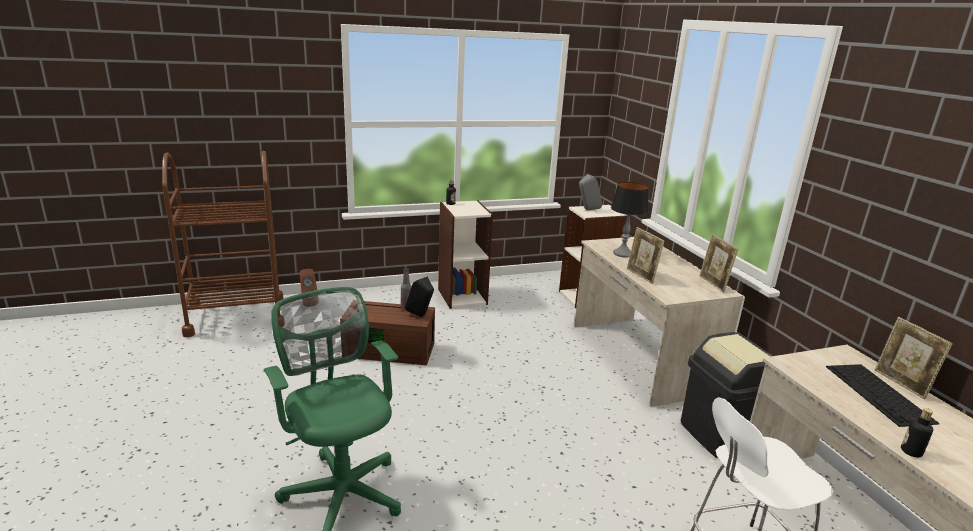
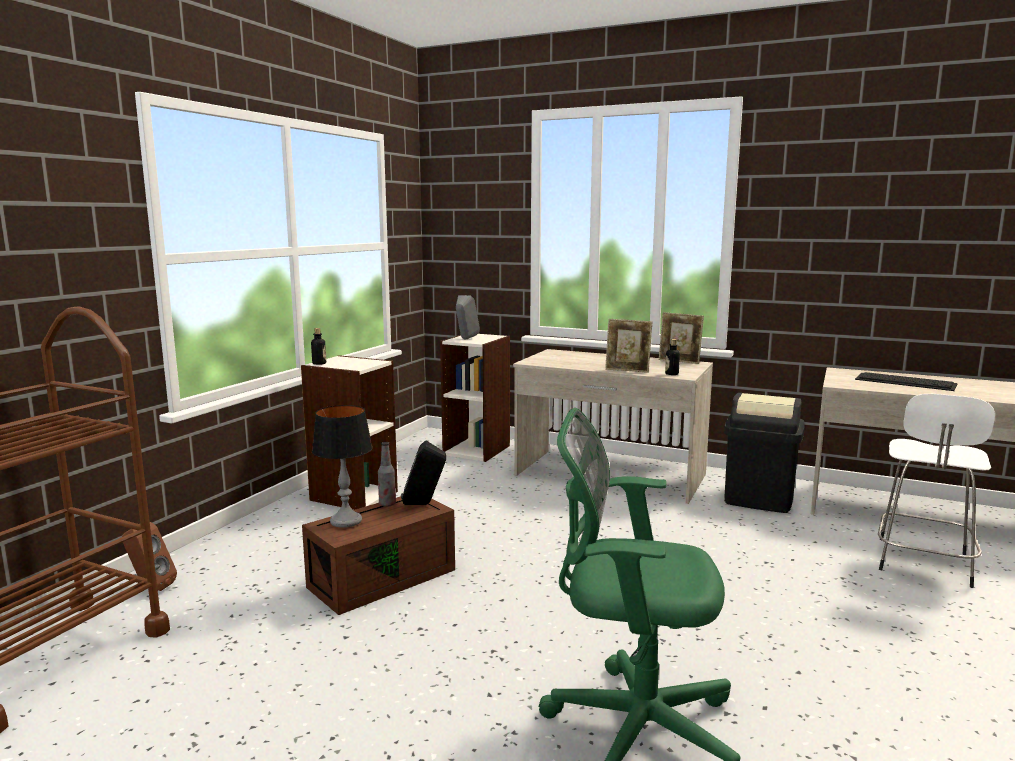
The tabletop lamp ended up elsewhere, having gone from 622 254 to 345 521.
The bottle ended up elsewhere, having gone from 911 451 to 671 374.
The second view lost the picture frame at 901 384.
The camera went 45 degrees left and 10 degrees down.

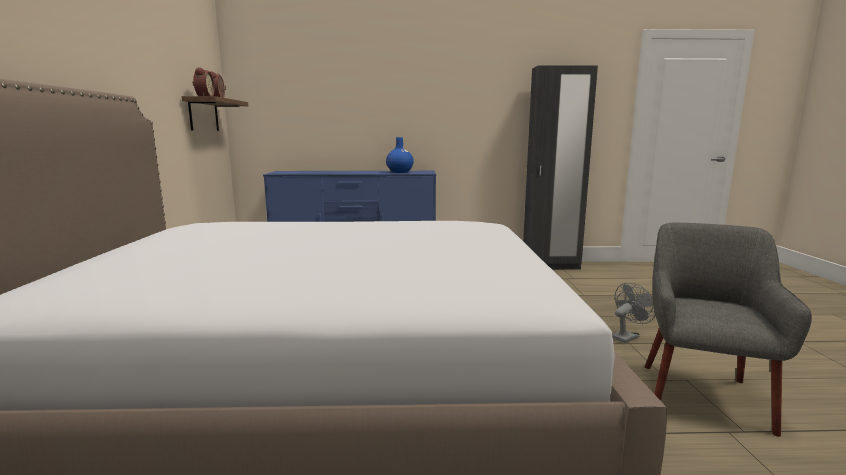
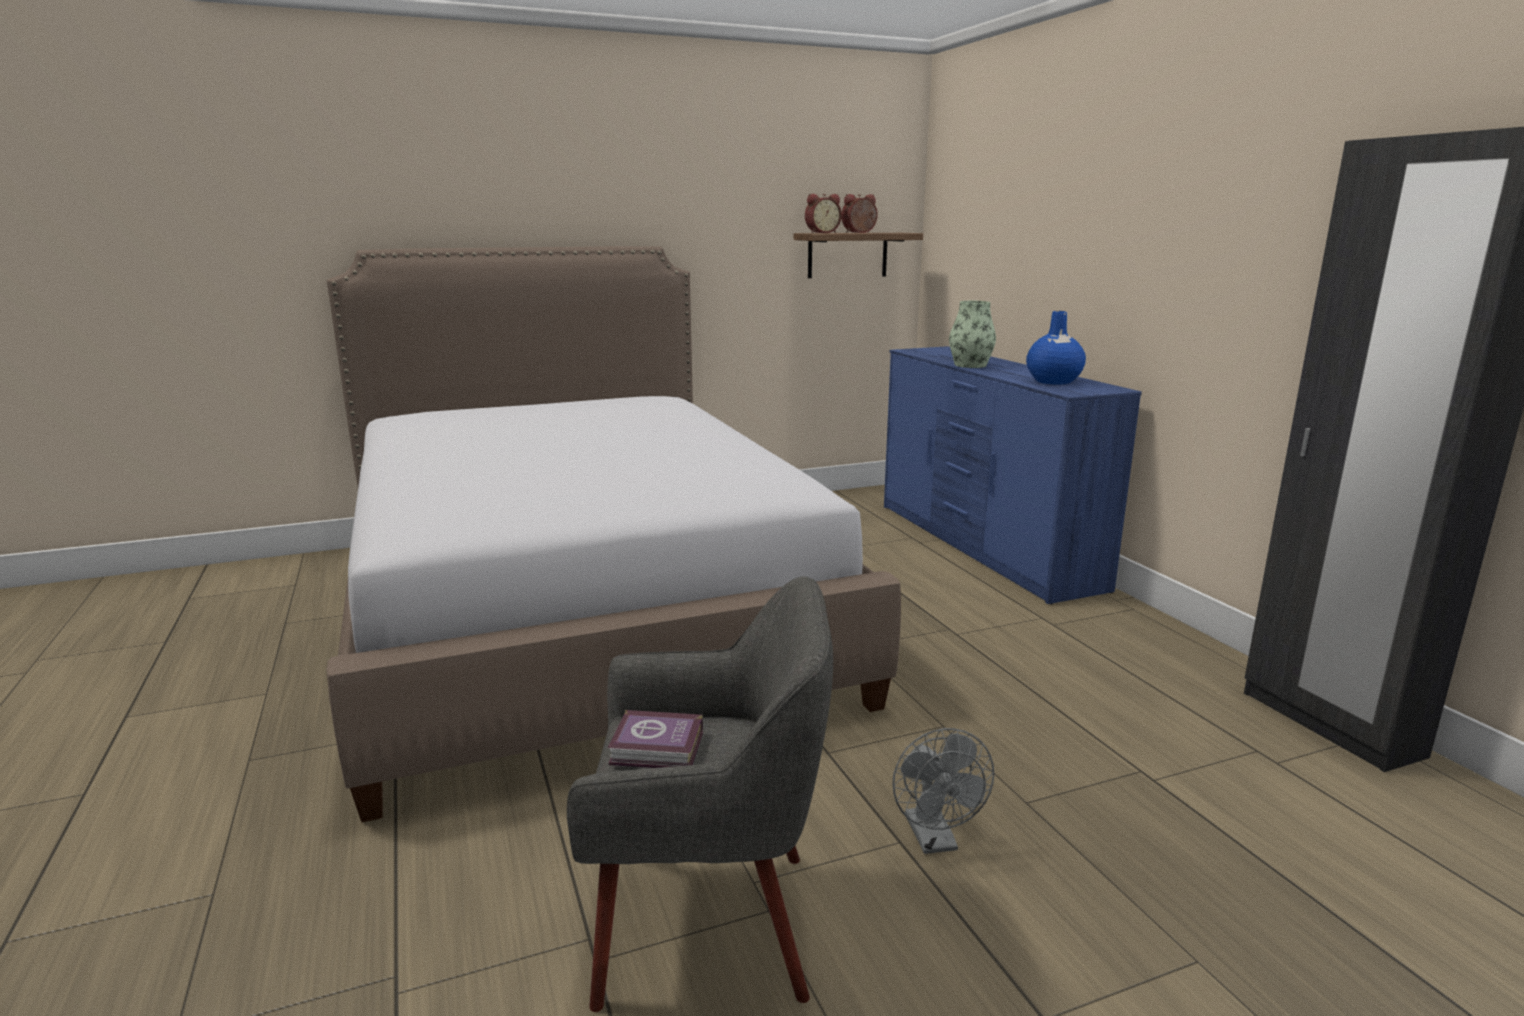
The second view gained the volume at 659 749.
The gray fan at 627 336 ended up facing another way, 45 degrees clockwise from before.
The second view gained the flower vase at 970 365.
The camera went 70 degrees right and 5 degrees up.

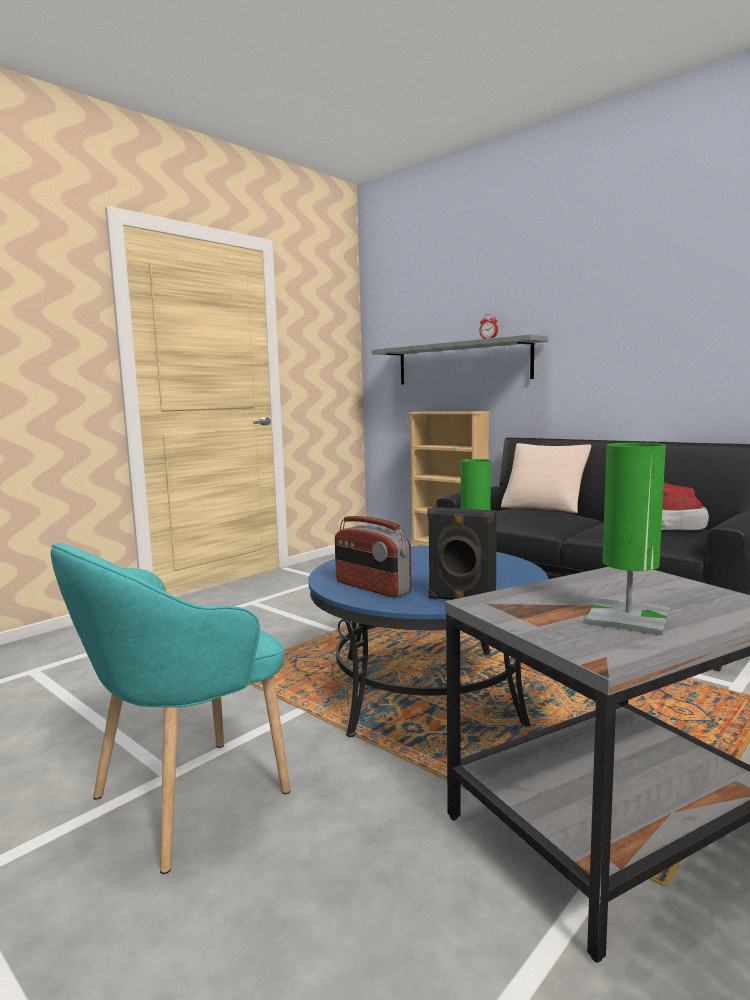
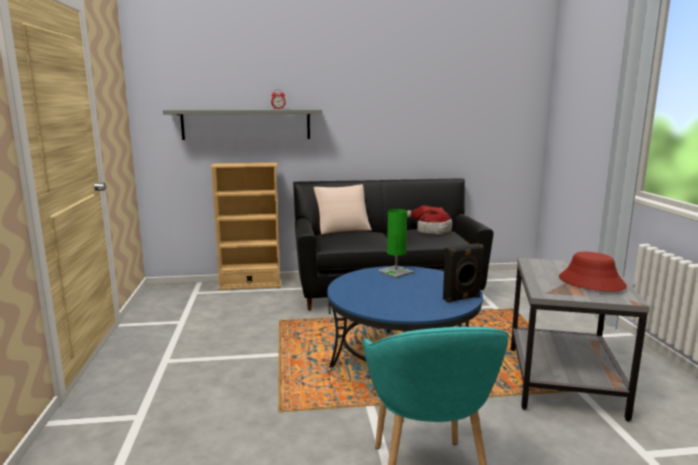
Where the green-coloured tabletop lamp stood at 628 618, the reddish hat came to stand at 591 282.
The second view lost the radio set at 372 588.
The camera went 50 degrees left and 5 degrees up.

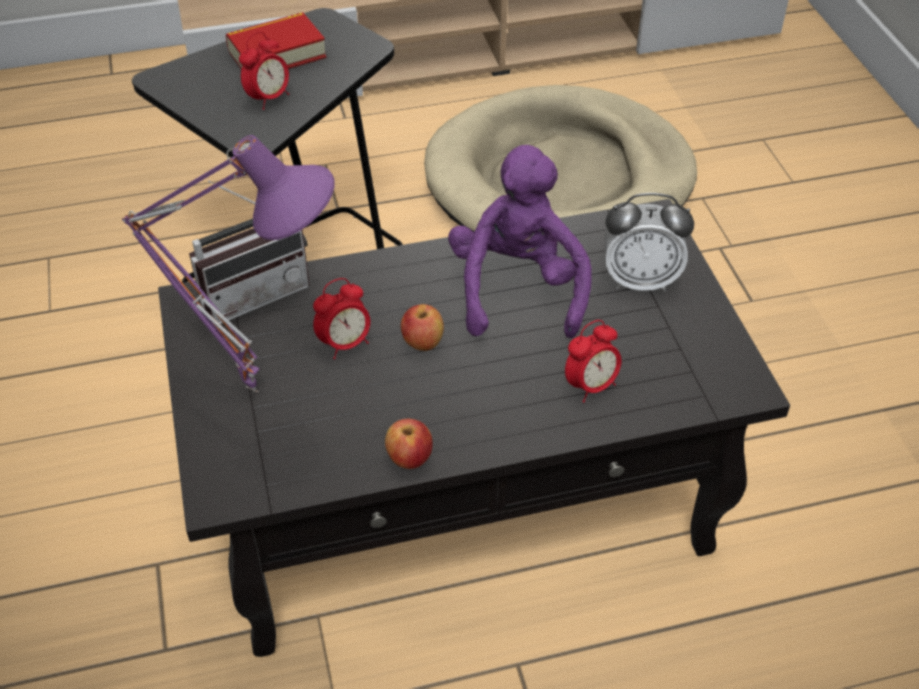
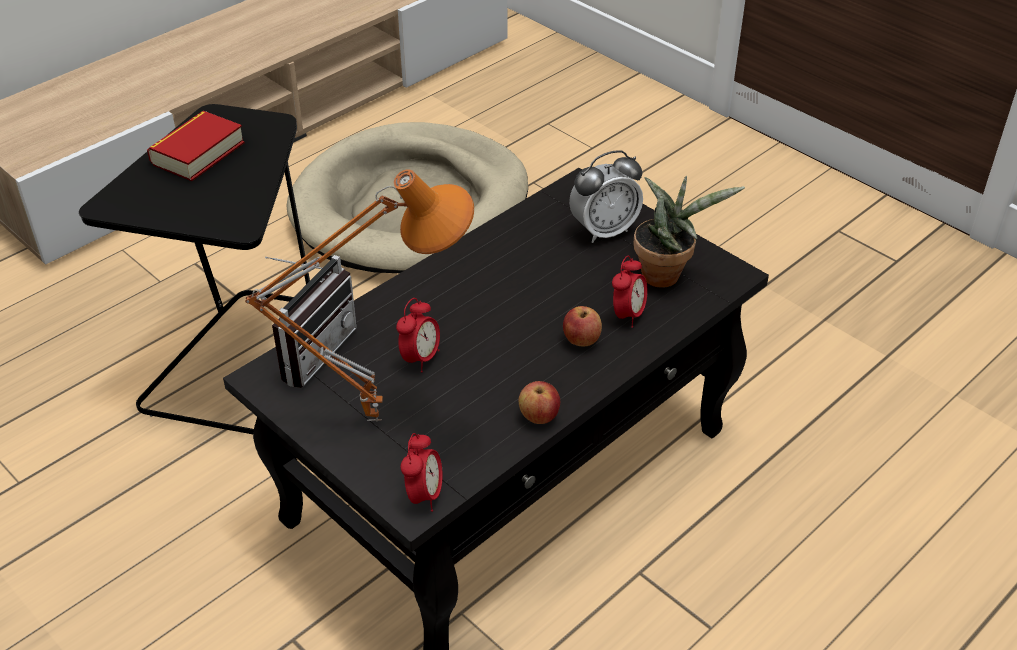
What was the purple-coloured tabletop lamp at 256 385 turned into the orange tabletop lamp at 374 416.
The bedside clock ended up elsewhere, having gone from 268 98 to 424 495.
The apple fruit ended up elsewhere, having gone from 422 342 to 581 341.
The second view gained the plant in a pot at 666 274.
The second view lost the purple-coloured cuddly toy at 517 289.
The camera went 30 degrees left and 5 degrees down.

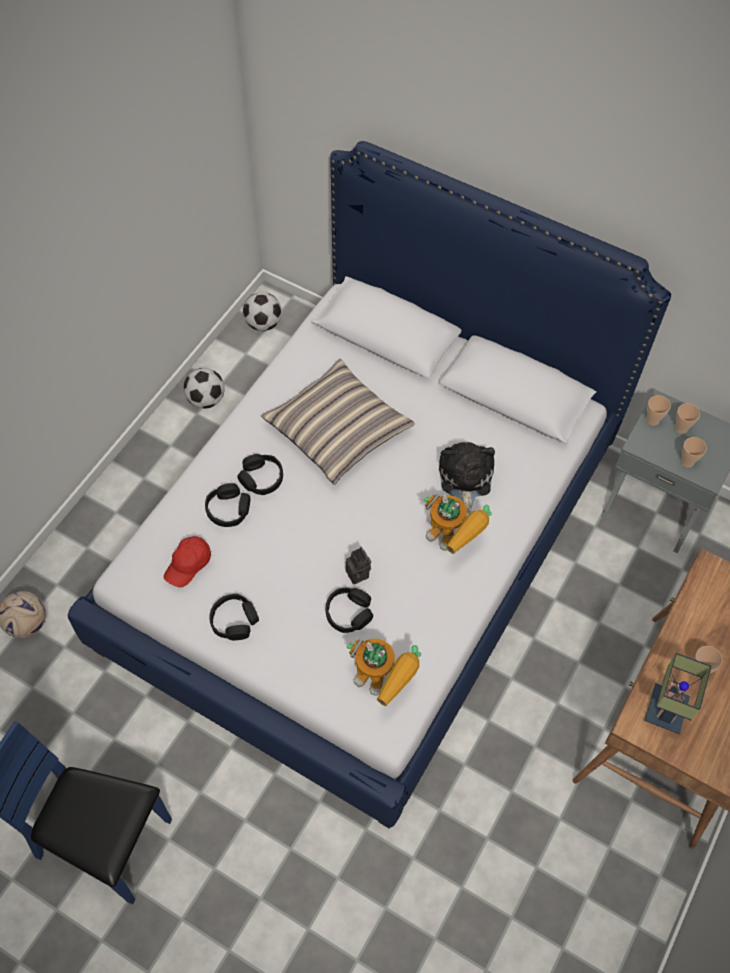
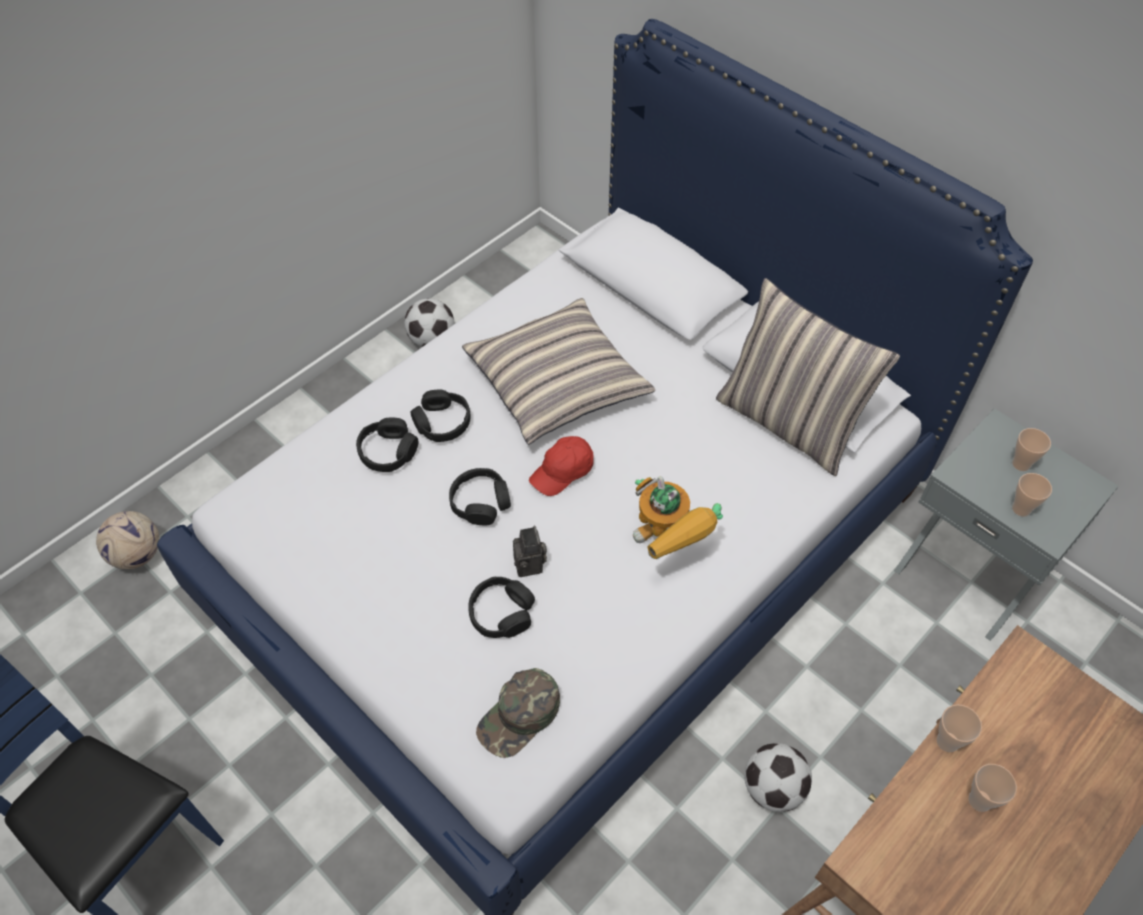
The black-coloured headset ended up elsewhere, having gone from 234 621 to 480 502.
Where the toy robot stood at 383 683, the green-coloured cap came to stand at 520 717.
The reddish cap ended up elsewhere, having gone from 189 564 to 563 472.
The second view gained the pillow at 789 422.
The ball for football ended up elsewhere, having gone from 263 323 to 772 788.
The cup ended up elsewhere, having gone from 652 420 to 947 741.
The second view lost the cuddly toy at 465 479.
The second view lost the tabletop lamp at 667 712.
The camera went 15 degrees right and 5 degrees down.

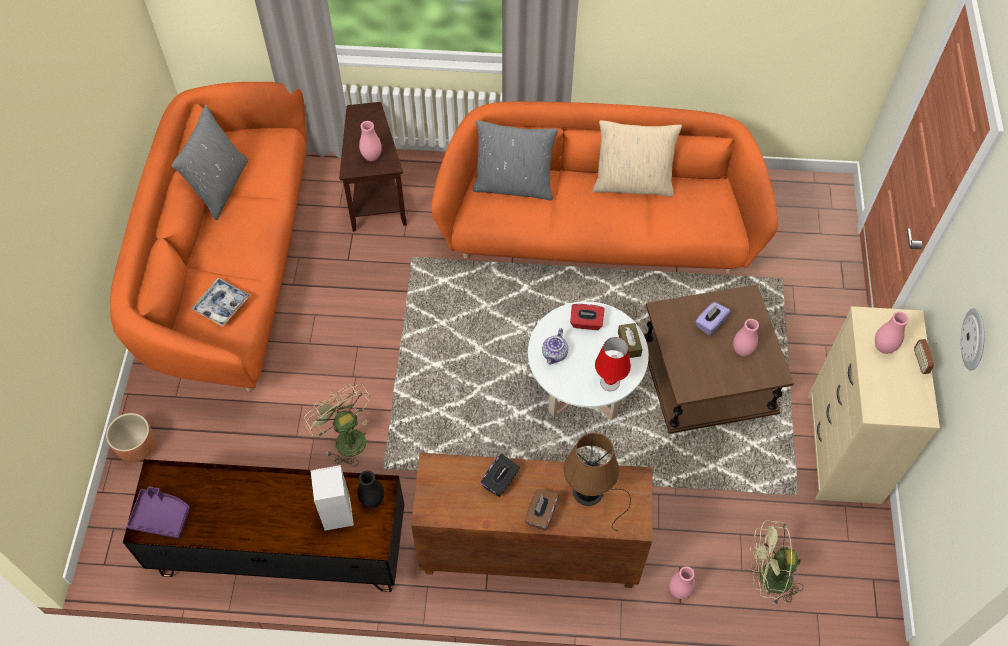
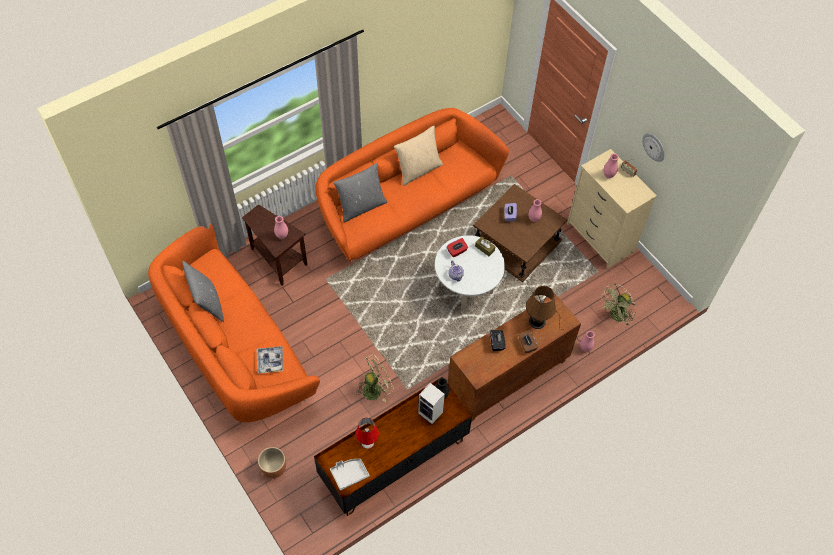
What was the purple-coloured tray at 161 516 turned into the gray tray at 349 474.
The green-coloured fan at 345 438 ended up facing another way, 135 degrees clockwise from before.
The reddish tabletop lamp ended up elsewhere, having gone from 609 382 to 367 442.
The camera went 40 degrees left and 0 degrees up.

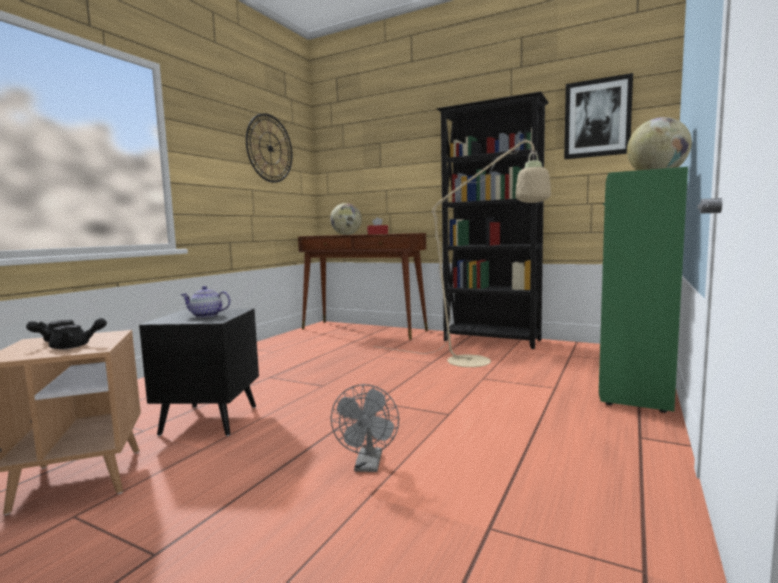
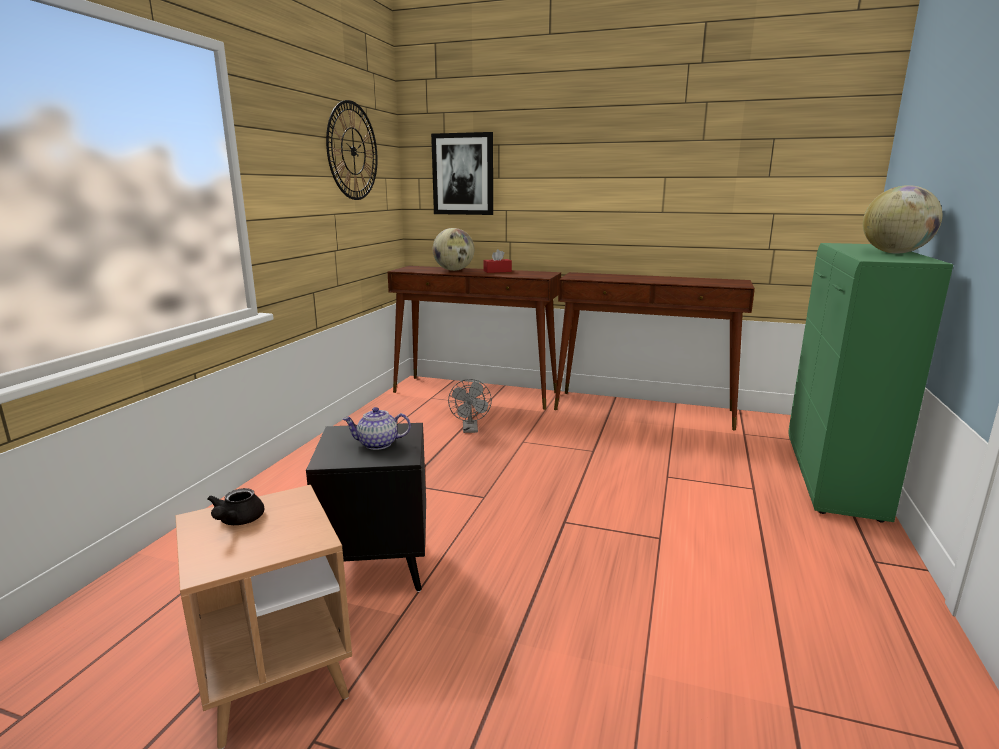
The picture ended up elsewhere, having gone from 597 118 to 463 174.
The gray fan ended up elsewhere, having gone from 368 466 to 470 430.
Where the black-coloured shelving unit stood at 492 340, the brownish hall table came to stand at 644 410.
The second view lost the black-coloured tea pot at 76 346.
The second view lost the sand-coloured standard lamp at 480 362.
The camera went 10 degrees left and 10 degrees up.

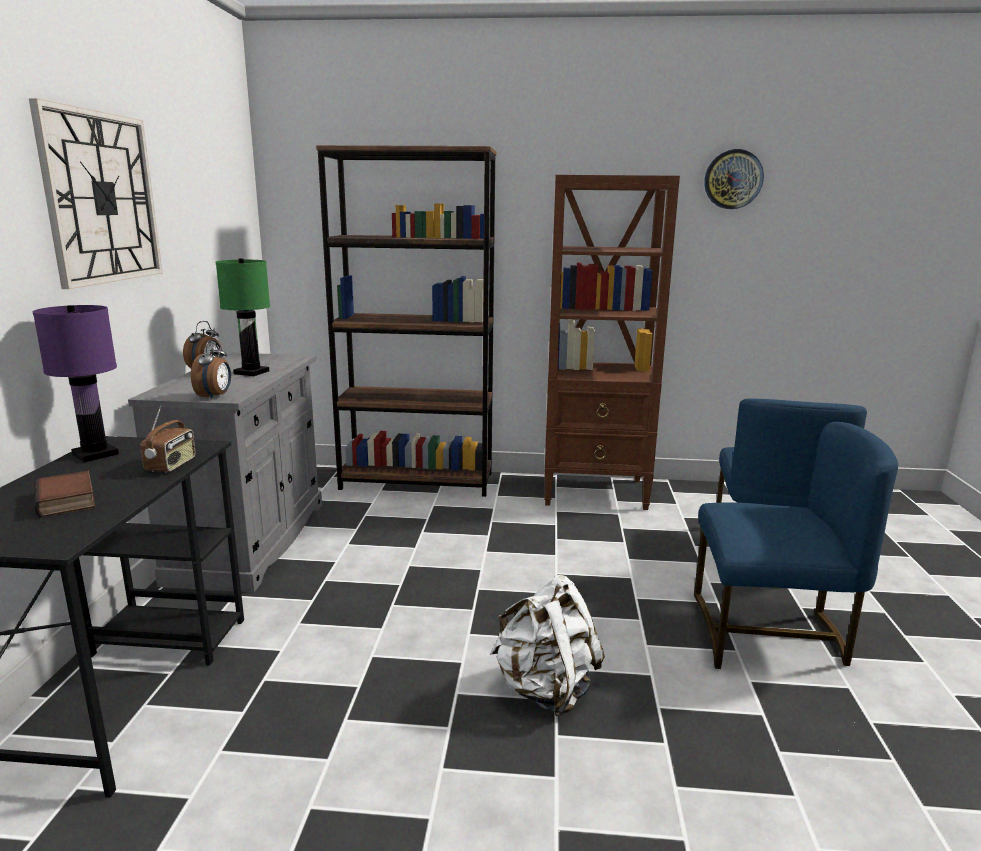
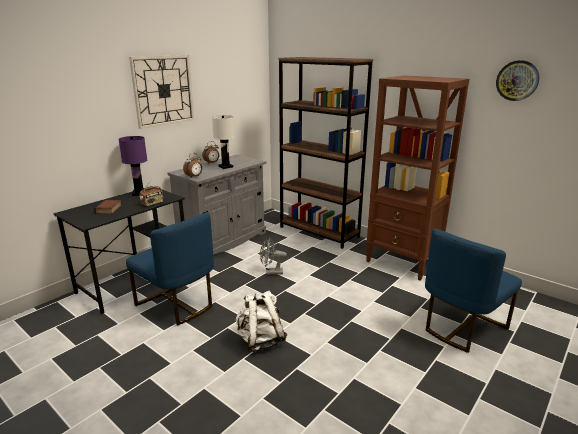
The blue-coloured upright chair ended up elsewhere, having gone from 769 634 to 177 304.
What was the green-coloured tabletop lamp at 251 372 turned into the white tabletop lamp at 225 167.
The second view gained the gray fan at 271 272.
The camera went 35 degrees right and 5 degrees up.

